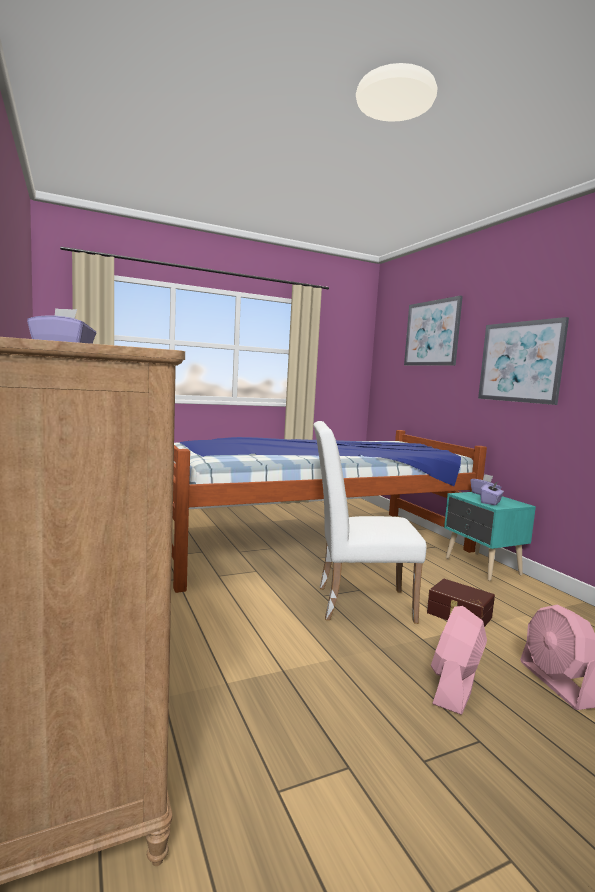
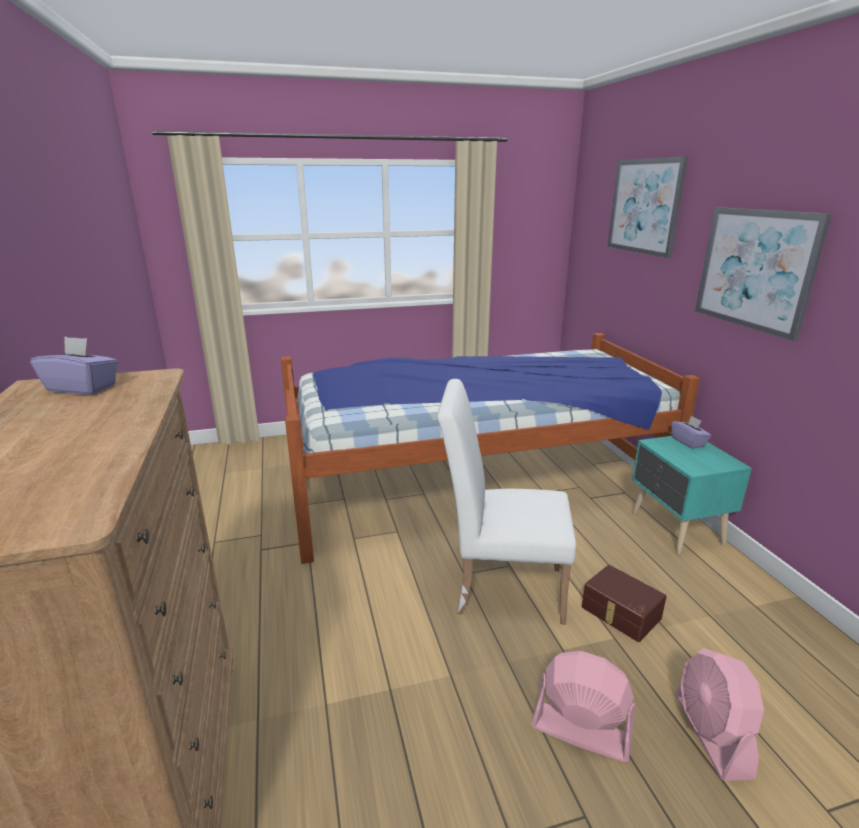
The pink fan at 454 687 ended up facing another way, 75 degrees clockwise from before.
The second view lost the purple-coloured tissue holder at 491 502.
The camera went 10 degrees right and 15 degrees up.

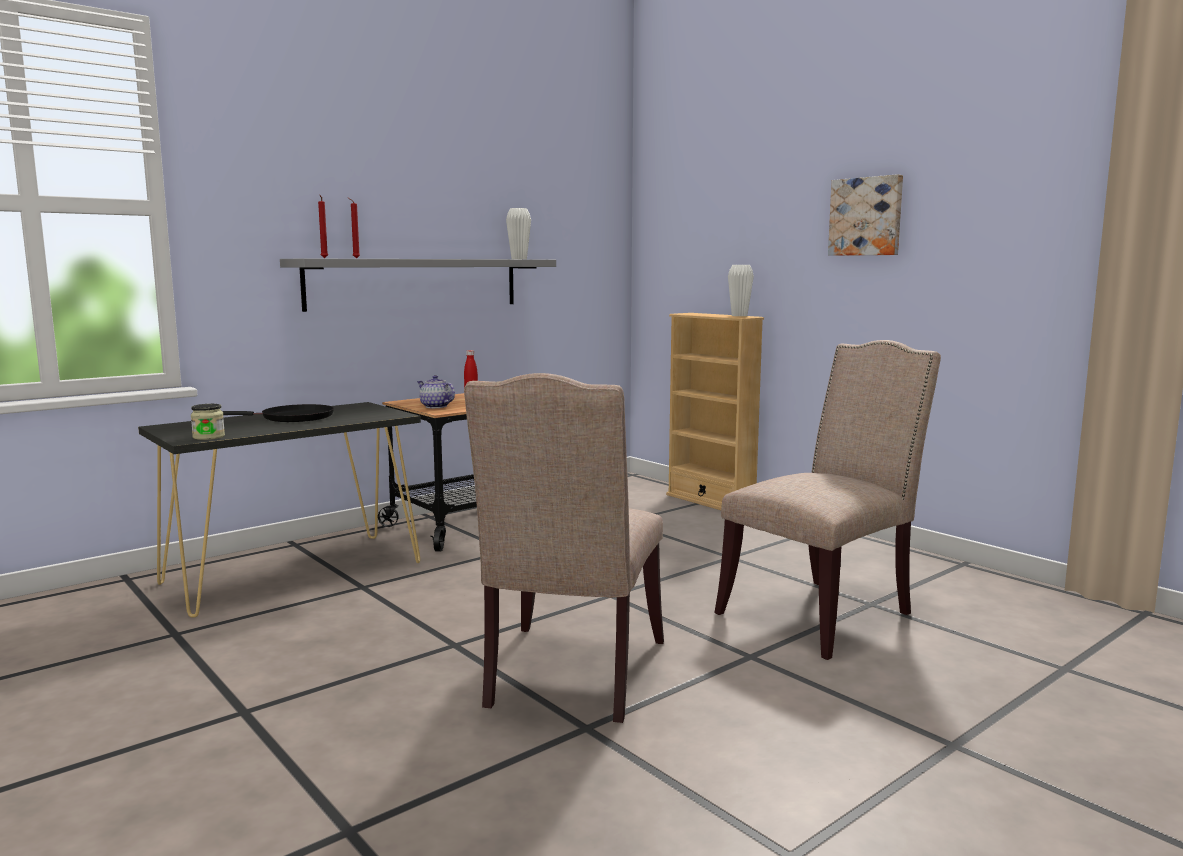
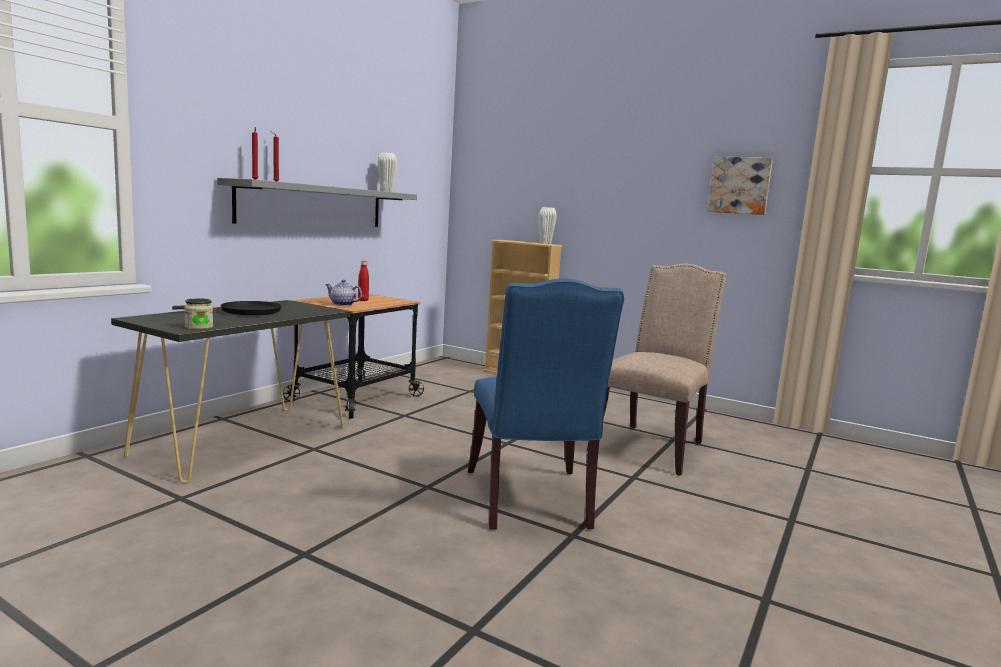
What was the sand-coloured upright chair at 571 676 turned into the blue-coloured upright chair at 531 501.
The picture ended up elsewhere, having gone from 866 216 to 740 185.
The camera went 20 degrees left and 0 degrees up.

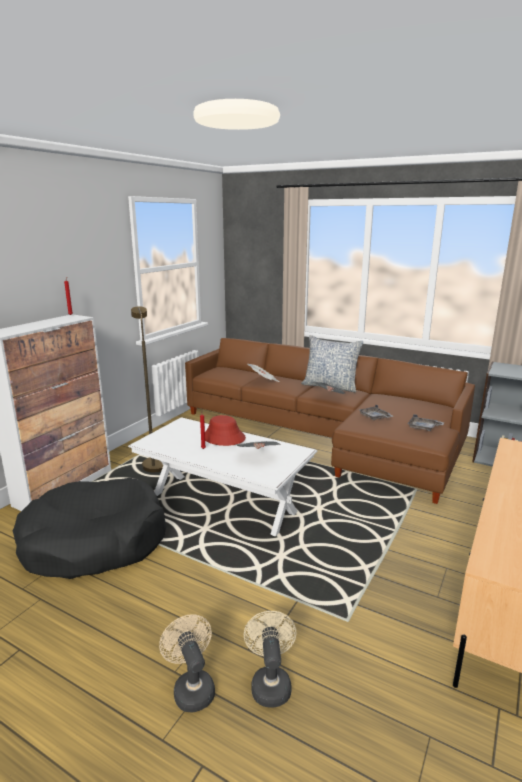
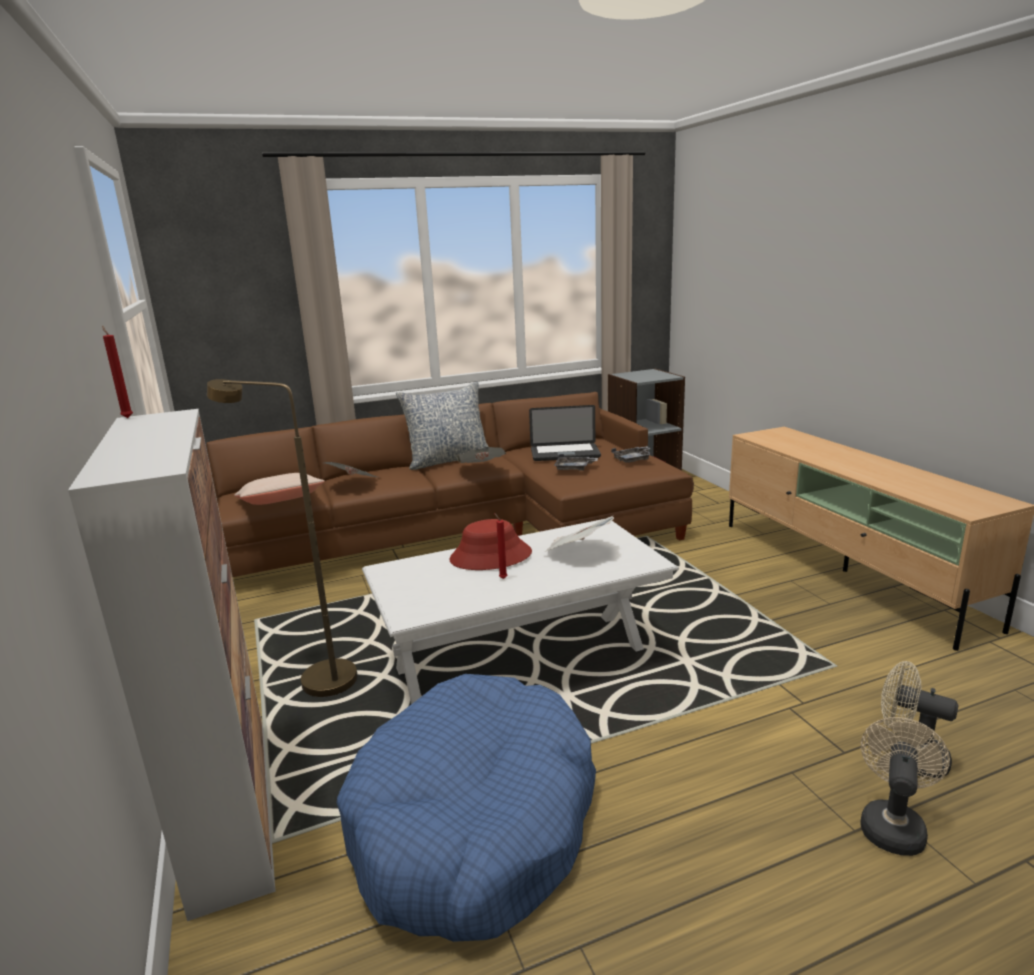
The second view gained the sand-coloured pillow at 281 503.
What was the black-coloured dog bed at 94 542 turned into the blue-coloured dog bed at 474 823.
The second view gained the notebook computer at 565 453.
The sand-coloured fan at 191 688 ended up facing another way, 105 degrees clockwise from before.
The camera went 50 degrees left and 0 degrees up.

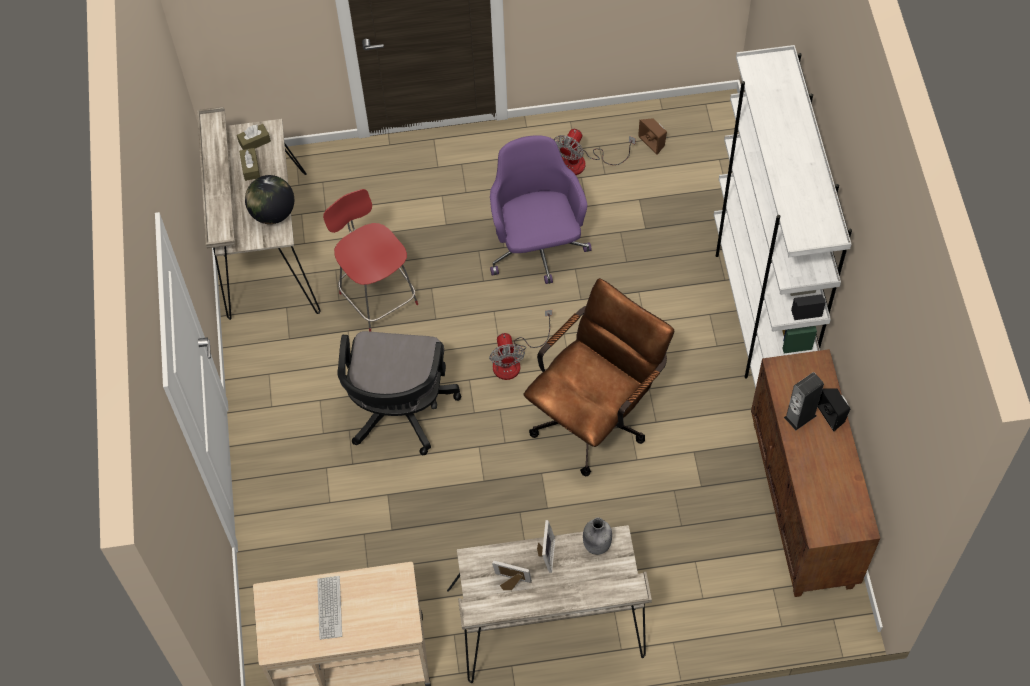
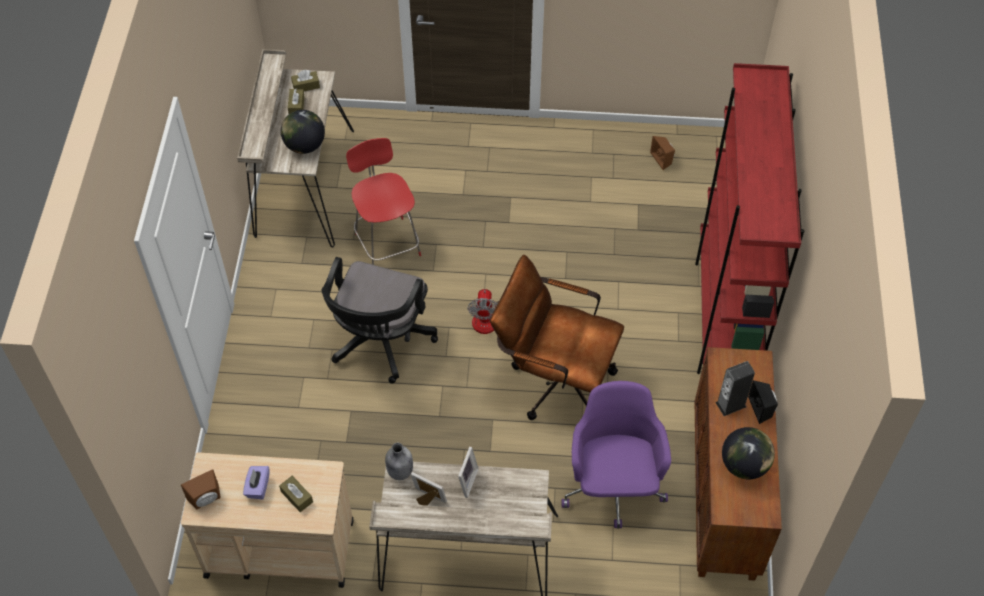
The second view gained the brownish speaker at 206 500.
Where the PC keyboard stood at 329 608, the purple-coloured tissue holder came to stand at 258 487.
The second view gained the brownish tissue holder at 297 497.
The gray bottle ended up elsewhere, having gone from 596 545 to 399 471.
The brownish computer chair at 596 415 ended up facing another way, 120 degrees counterclockwise from before.
The purple-coloured computer chair ended up elsewhere, having gone from 537 247 to 613 486.
What was the white shelving unit at 759 312 turned into the reddish shelving unit at 723 319.
The second view gained the desk globe at 744 465.
The second view lost the fan at 582 163.
The camera went 10 degrees right and 5 degrees down.

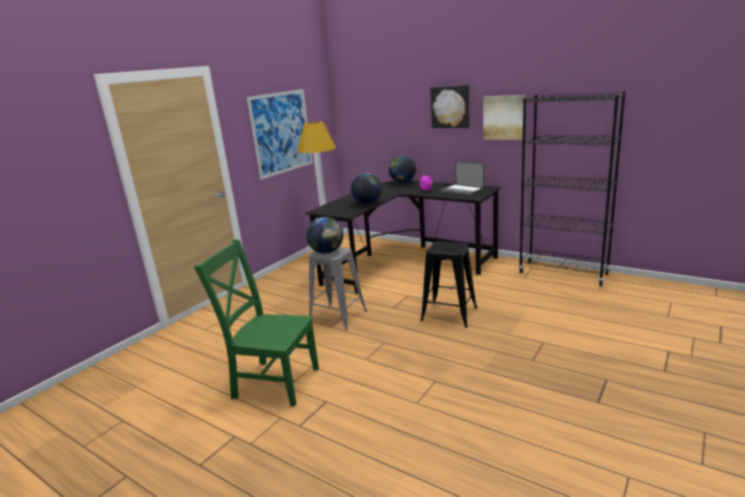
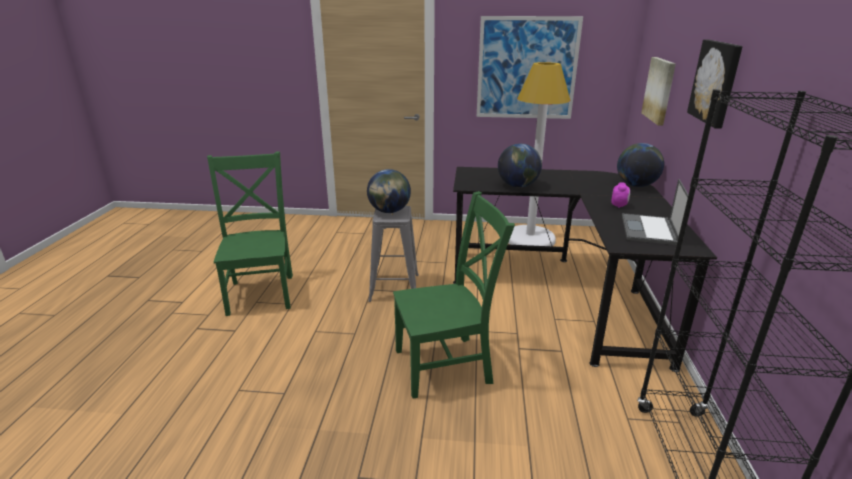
Where the black-coloured stool stood at 449 314, the green-coloured upright chair came to stand at 447 365.
The picture ended up elsewhere, having gone from 504 117 to 660 90.
The camera went 60 degrees right and 5 degrees up.

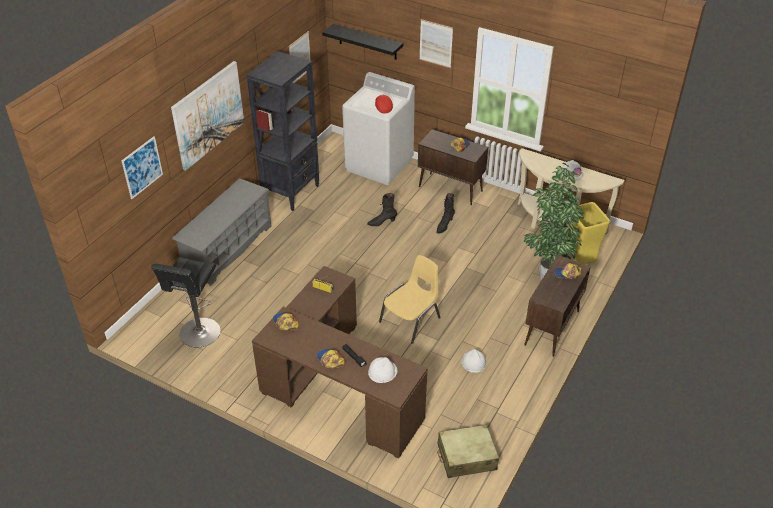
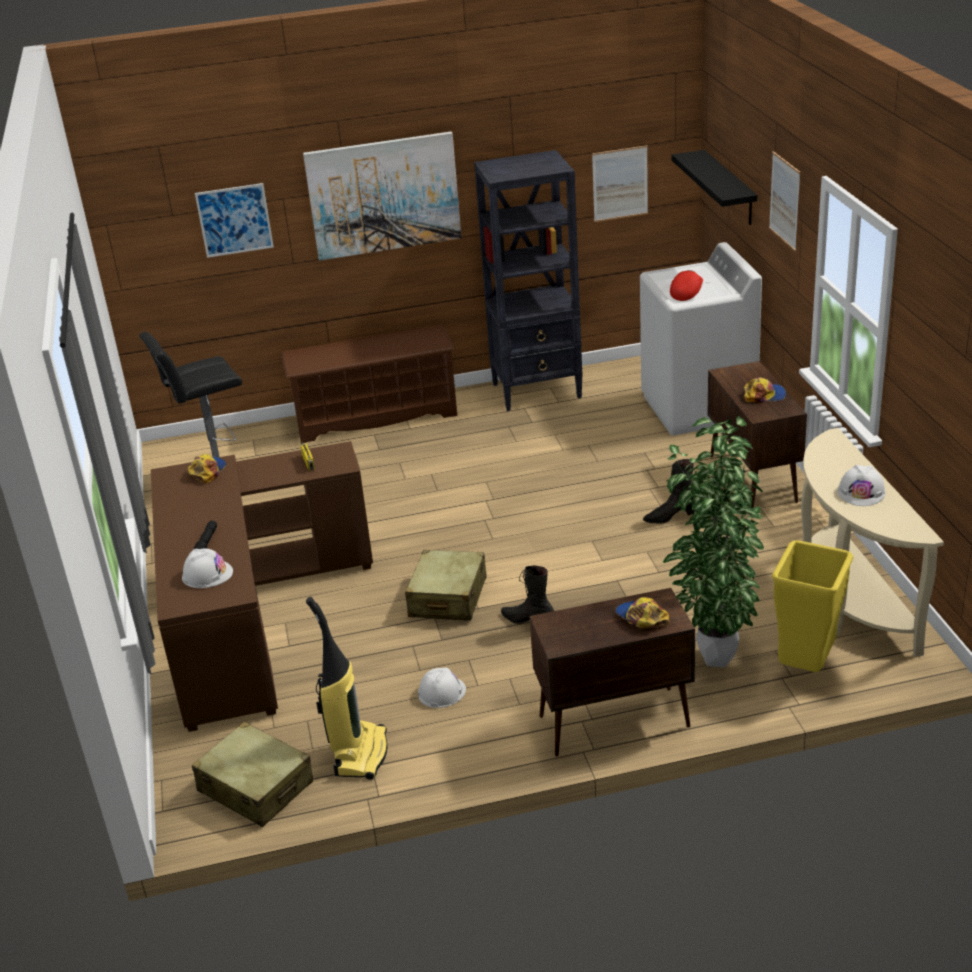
What was the gray shoe rack at 228 249 turned into the brownish shoe rack at 376 416.
The second view gained the vacuum cleaner at 359 753.
Where the yellowish upright chair stood at 411 320, the sand-coloured piece of luggage came to stand at 447 598.
The black-coloured boot ended up elsewhere, having gone from 382 222 to 528 621.
The second view lost the cap at 330 360.
The camera went 50 degrees right and 10 degrees down.

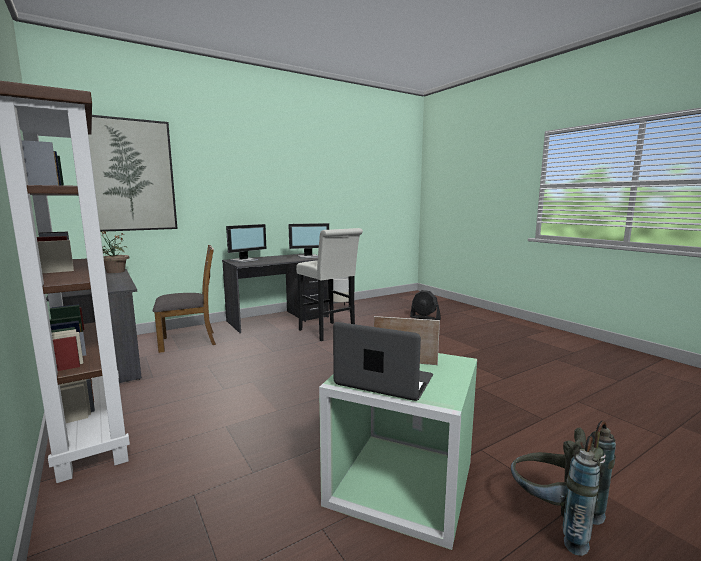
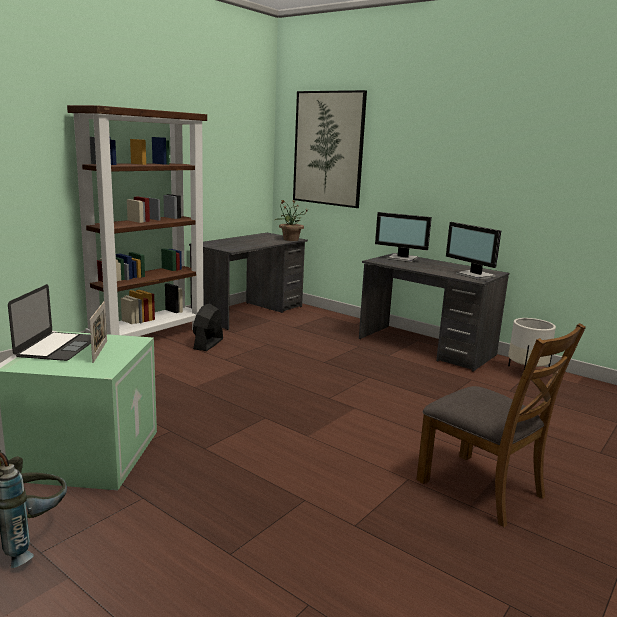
The black-coloured fan ended up elsewhere, having gone from 425 318 to 208 344.
The brownish upright chair ended up elsewhere, having gone from 188 341 to 482 488.
The second view lost the white stool at 329 332.
The camera went 70 degrees right and 5 degrees up.

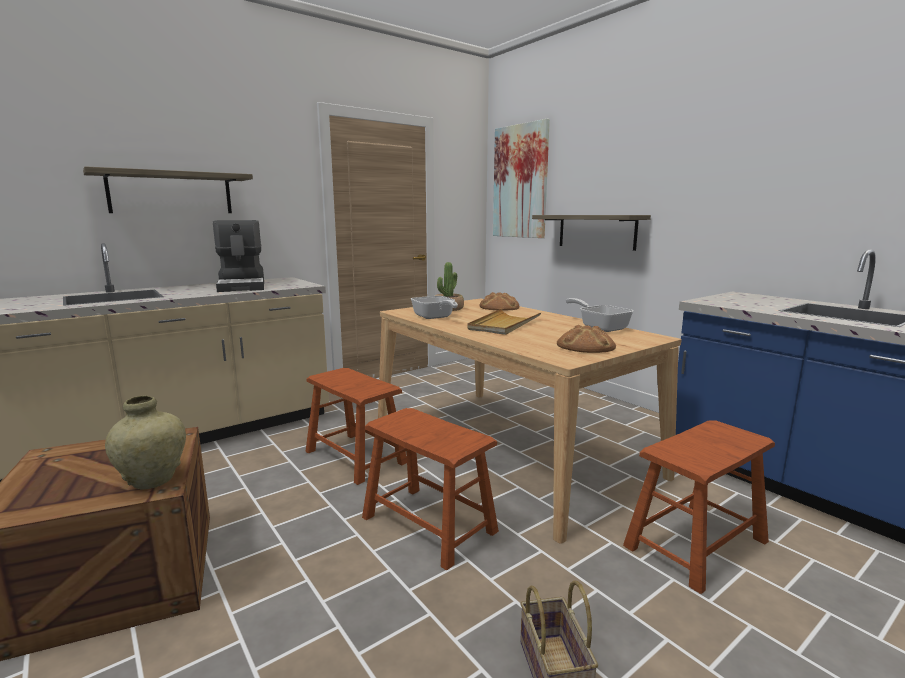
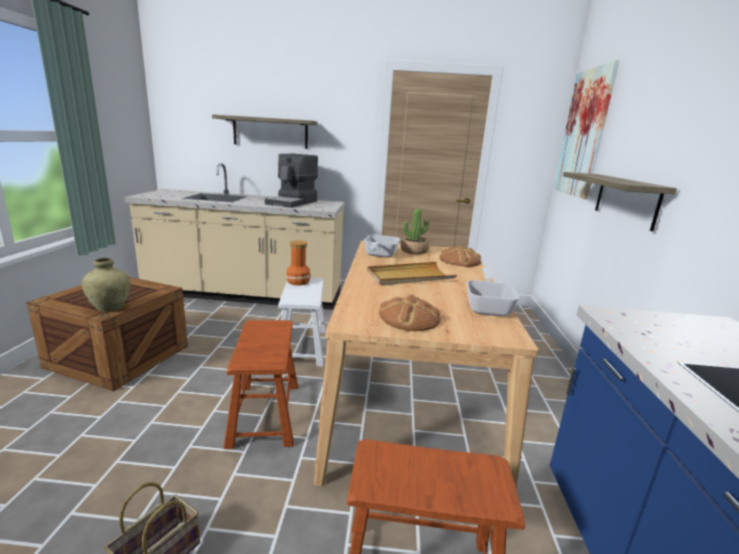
What was the brownish stool at 355 457 turned into the white stool at 302 347.
The second view gained the flower vase at 298 282.
The camera went 40 degrees right and 5 degrees up.

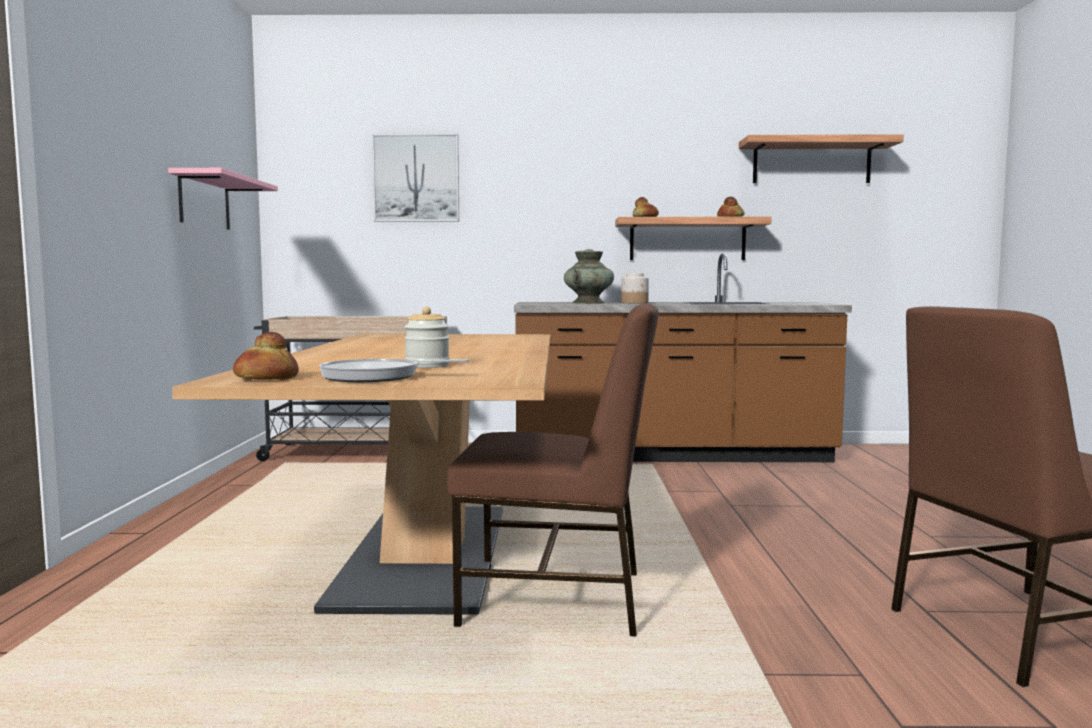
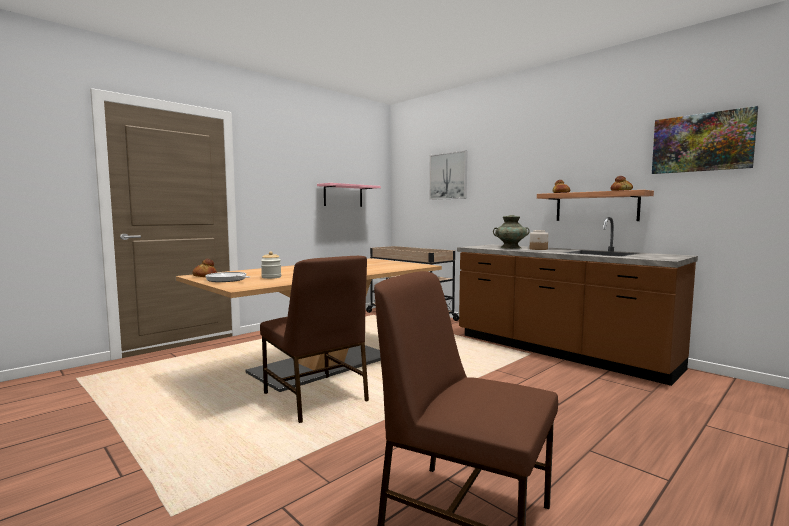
Where the wall shelf hung at 811 162, the picture came to hang at 701 143.
The camera went 45 degrees right and 0 degrees up.

